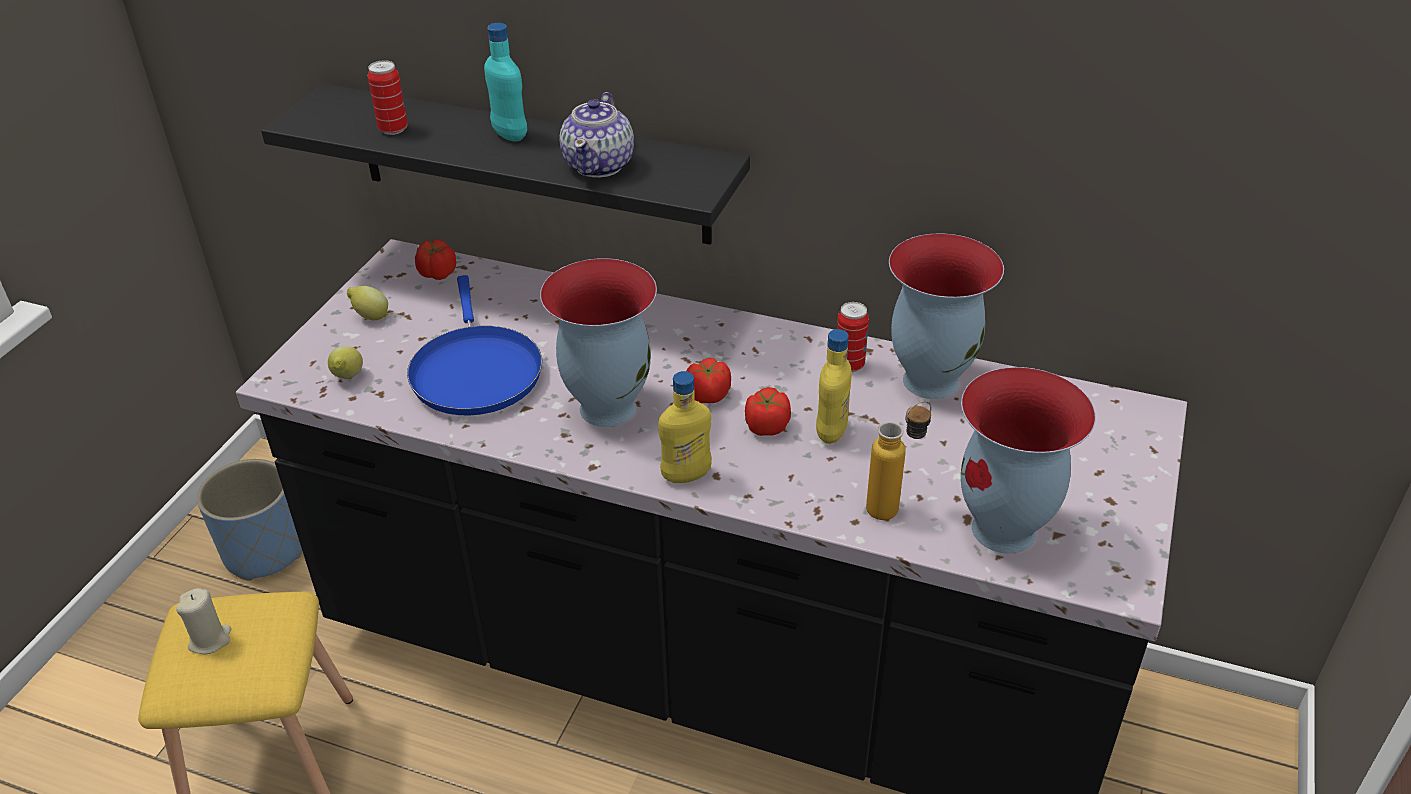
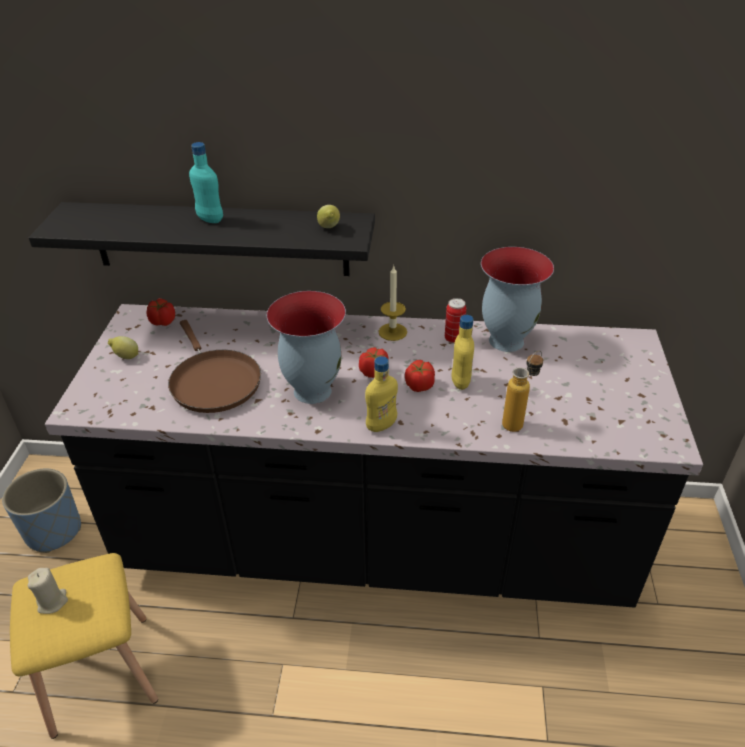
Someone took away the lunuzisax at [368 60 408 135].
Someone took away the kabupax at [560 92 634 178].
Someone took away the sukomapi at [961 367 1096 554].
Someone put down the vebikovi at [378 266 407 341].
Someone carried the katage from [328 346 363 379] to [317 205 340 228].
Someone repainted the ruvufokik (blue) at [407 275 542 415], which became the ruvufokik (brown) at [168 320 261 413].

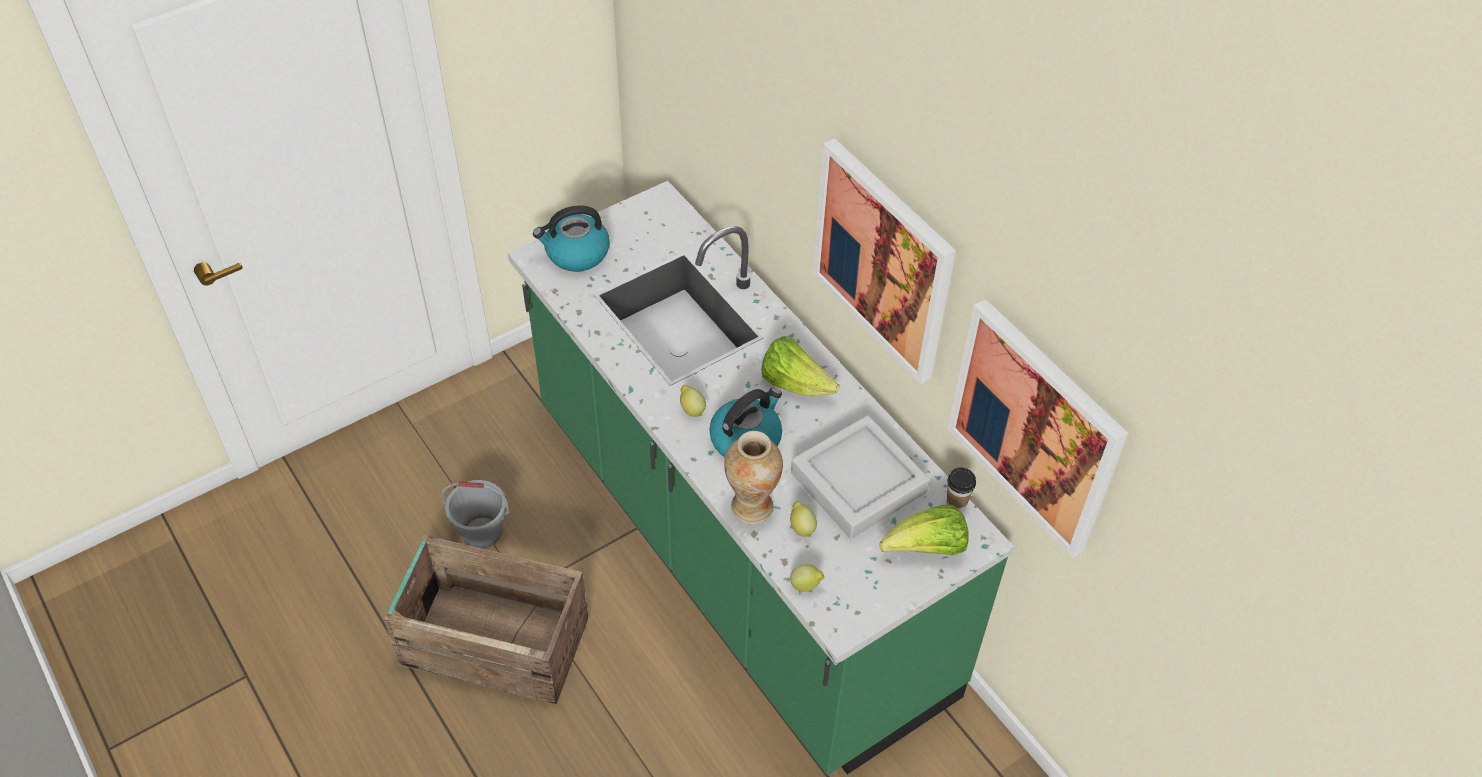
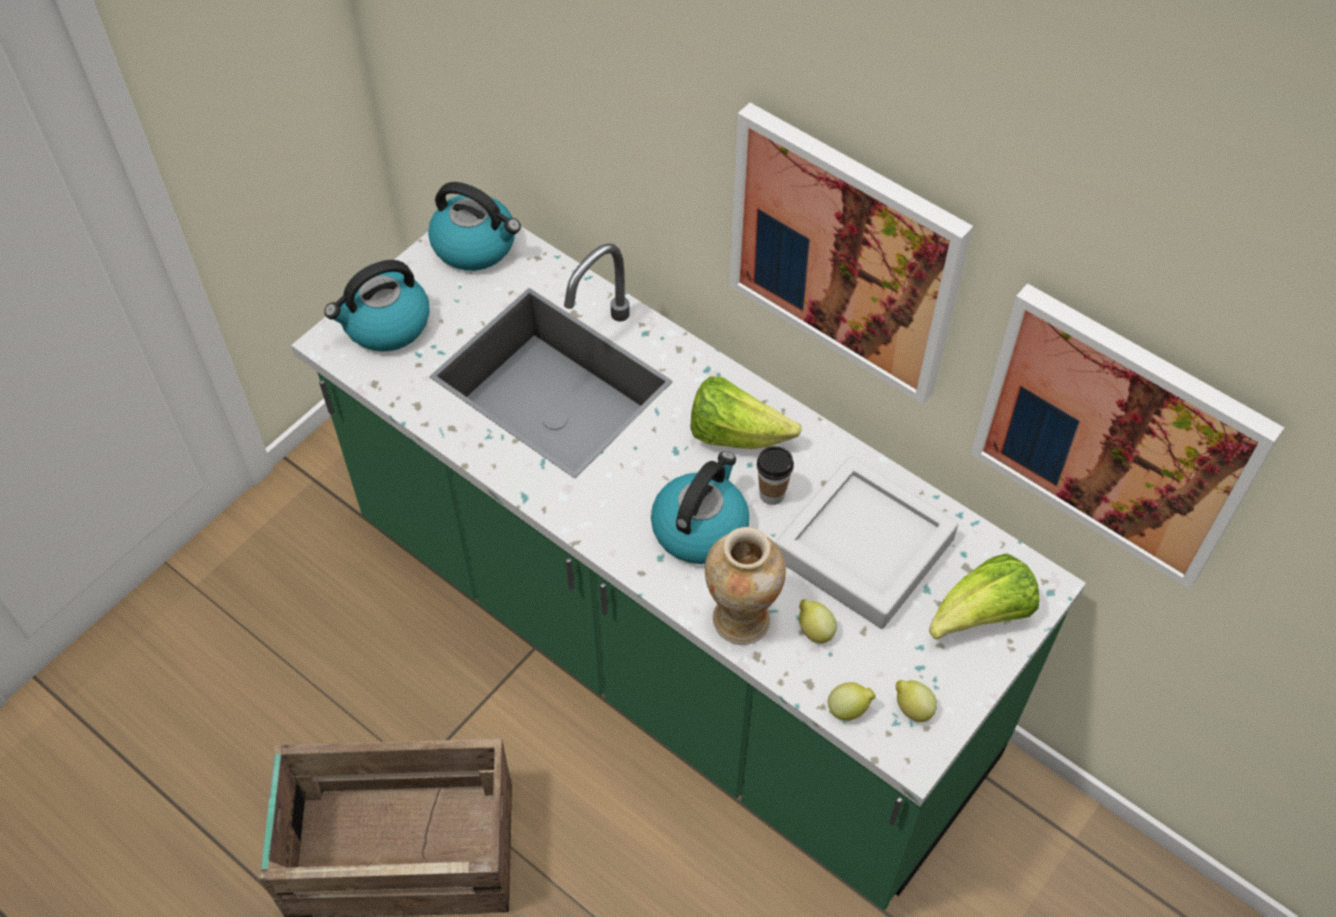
Someone took away the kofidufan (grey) at [441 480 509 549].
Someone put down the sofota at [428 182 521 271].
Someone carried the katage from [680 385 706 417] to [896 680 937 722].
Someone carried the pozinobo from [946 467 976 513] to [757 446 794 505].

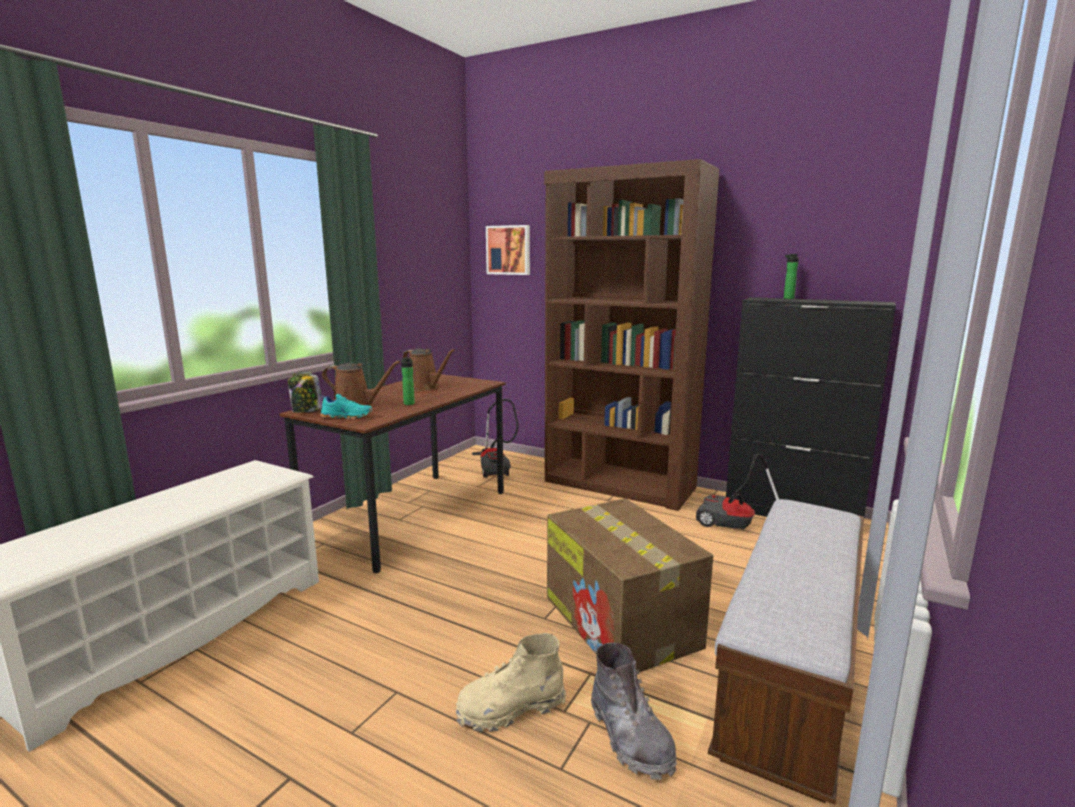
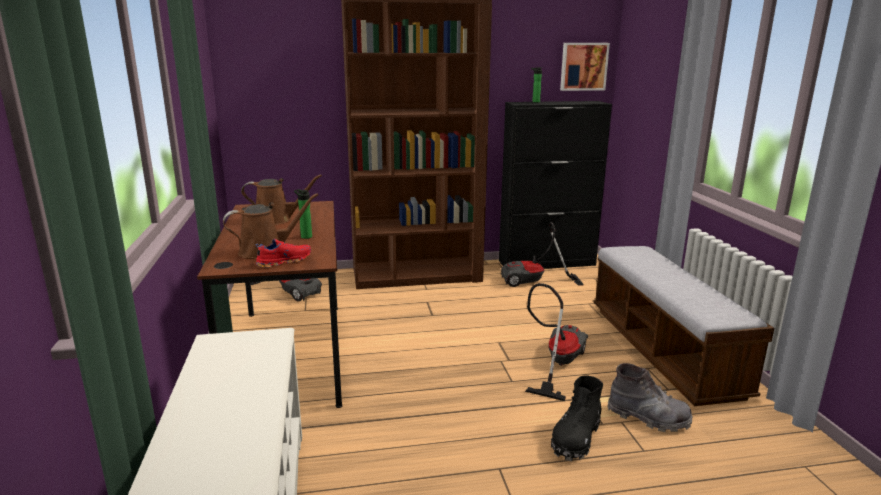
Someone took away the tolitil at [288 372 322 413].
Someone carried the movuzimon from [486 225 530 275] to [560 43 610 91].
Someone swapped the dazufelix at [547 498 713 672] for the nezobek at [525 283 588 401].
Someone repainted the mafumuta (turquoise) at [320 394 372 419], which became the mafumuta (red) at [255 239 311 268].
Someone repainted the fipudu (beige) at [456 633 566 732], which became the fipudu (black) at [551 375 603 461].

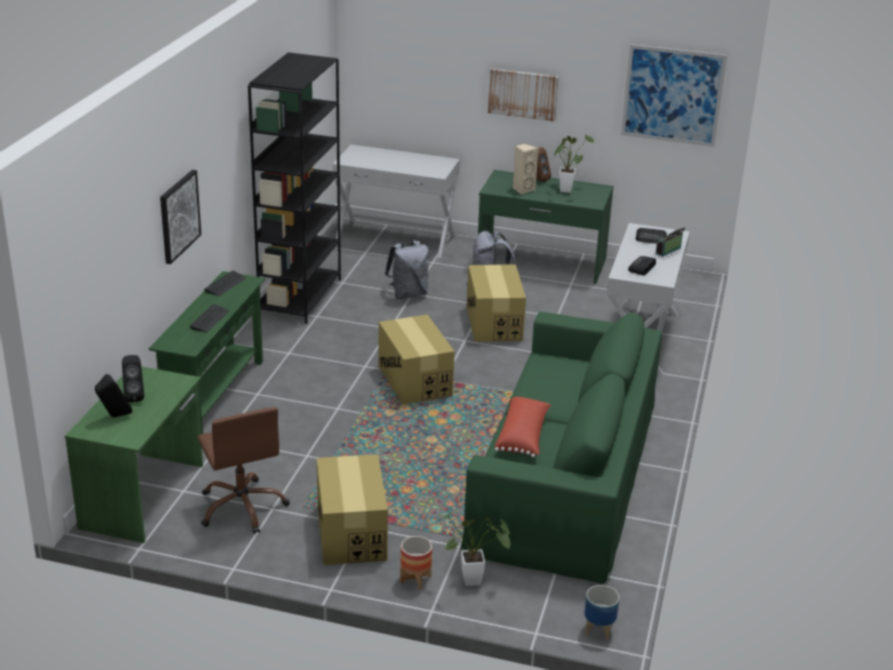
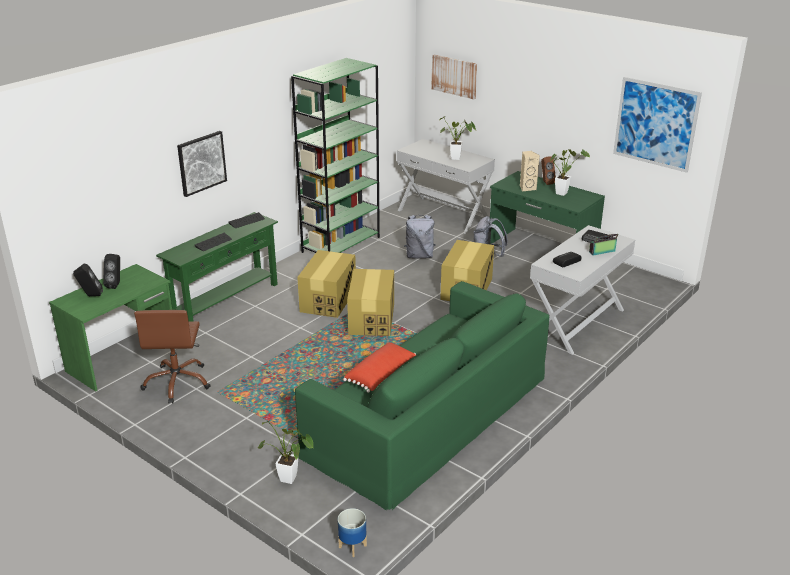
Someone took away the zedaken at [400 536 432 590].
Someone put down the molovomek at [439 117 476 160].
Someone carried the dazufelix from [317 454 388 565] to [297 250 356 318].
Someone carried the movuzimon from [488 68 559 122] to [431 55 477 99].
Someone repainted the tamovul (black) at [248 52 341 324], which became the tamovul (green) at [291 58 380 253].

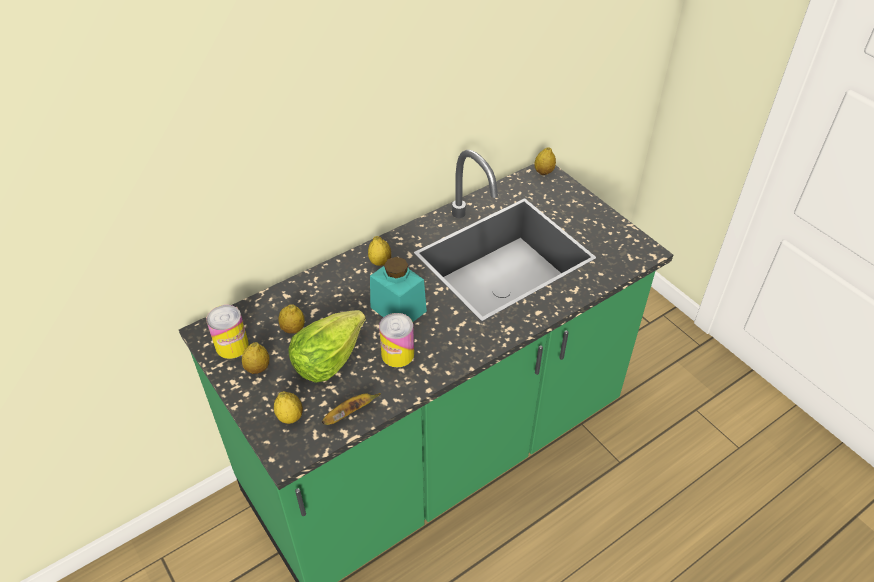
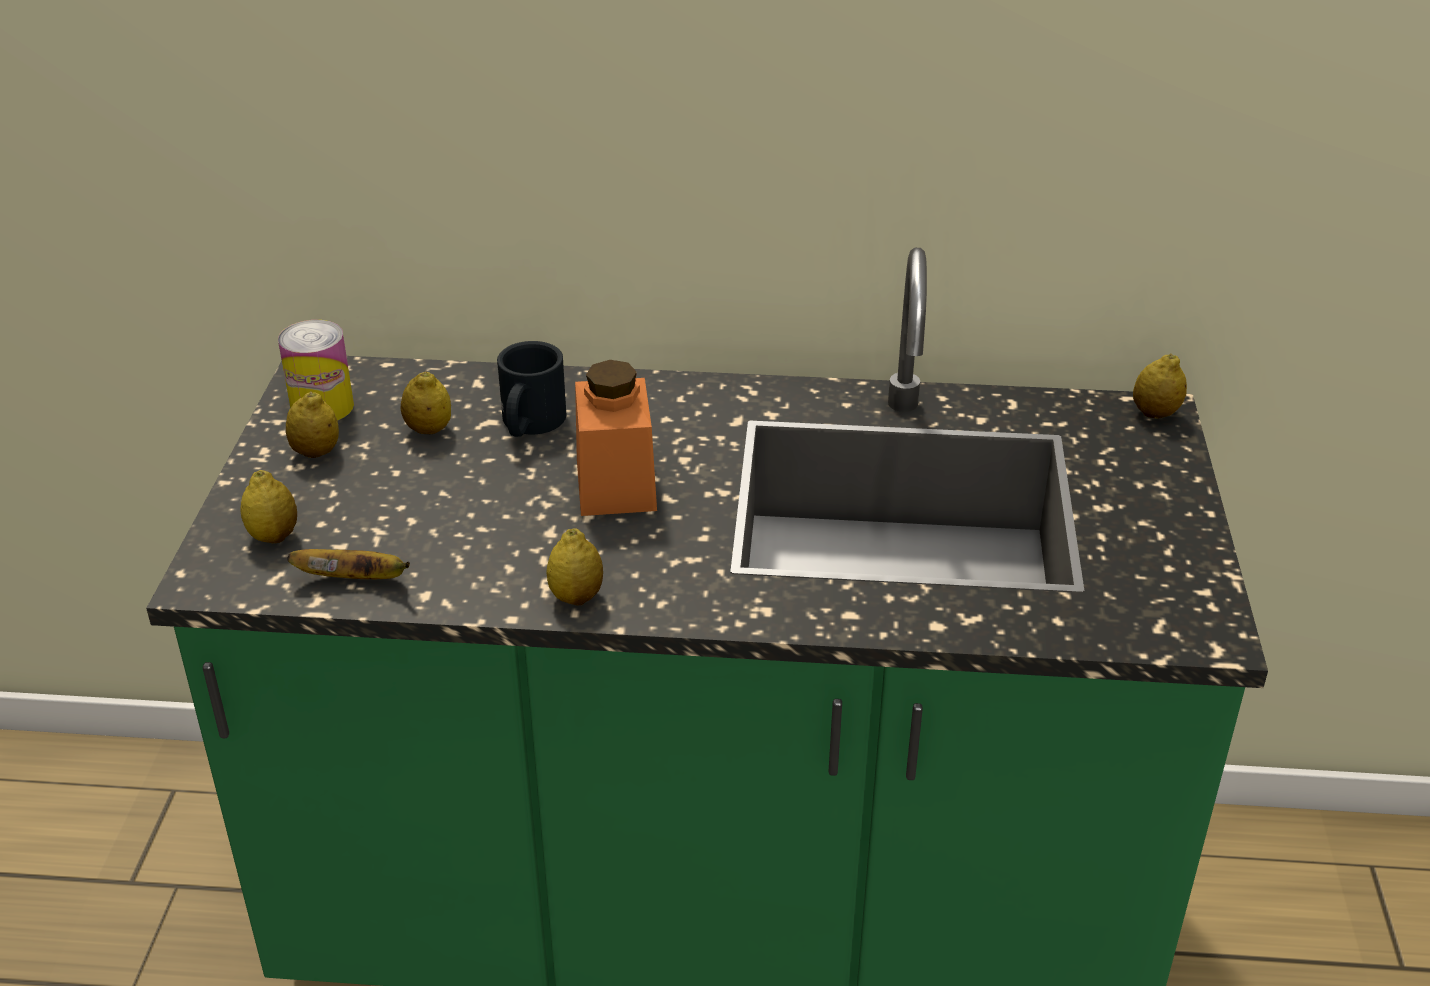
Someone took away the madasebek at [289 310 366 383].
Someone took away the lunuzisax at [379 313 414 367].
Someone put down the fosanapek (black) at [497 341 566 437].
Someone carried the katage from [368 236 391 266] to [547 528 603 606].
Someone repainted the tolitil (turquoise) at [370 257 427 322], which became the tolitil (orange) at [575 360 657 516].

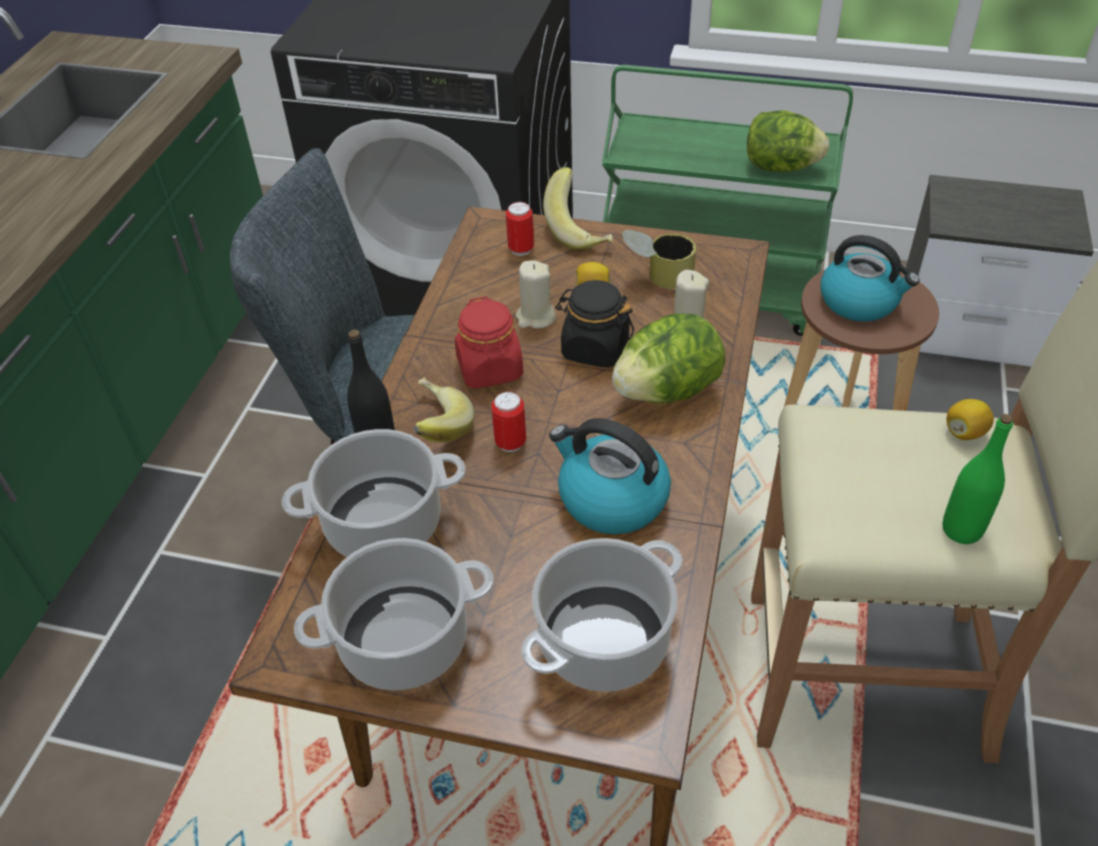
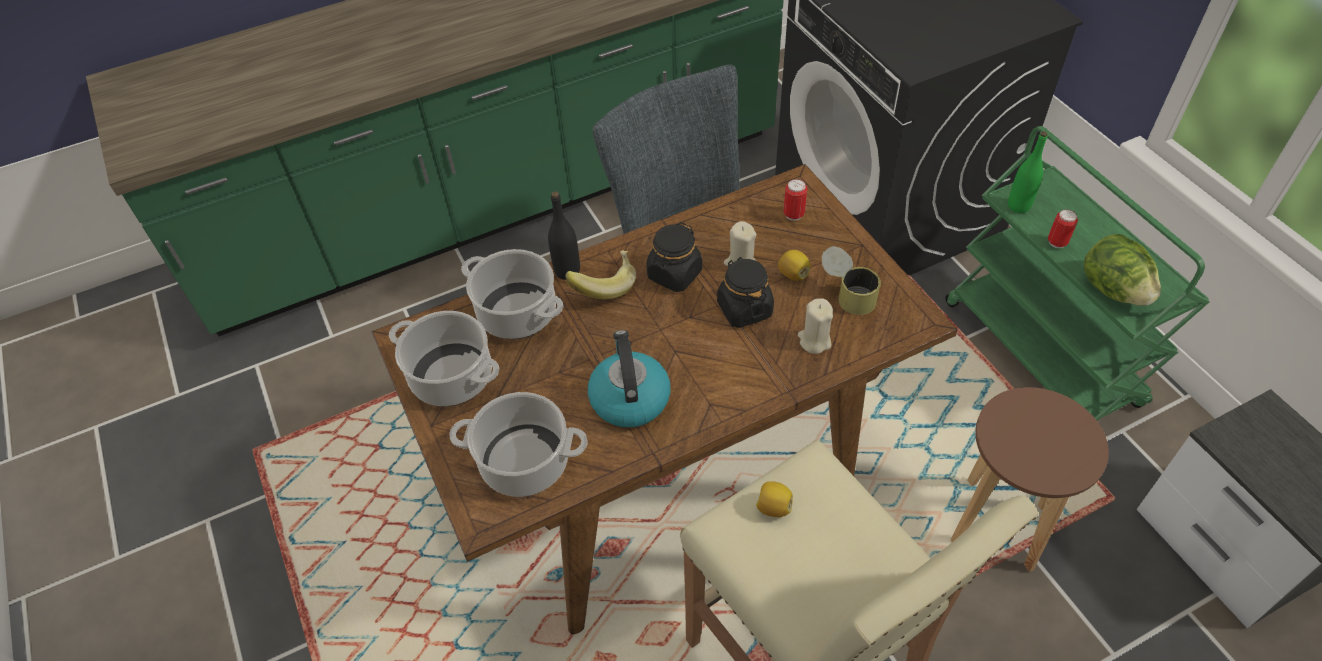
Someone took away the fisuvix at [543 167 613 251].
Someone took away the madasebek at [612 313 725 404].
Someone took away the sofota at [820 235 920 322].
Someone carried the lunuzisax from [491 391 526 452] to [1048 209 1078 248].
Someone carried the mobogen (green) from [943 414 1013 544] to [1008 131 1048 213].
Someone carried the katage from [946 399 994 440] to [756 481 793 517].
Someone repainted the tolitil (red) at [455 297 523 389], which became the tolitil (black) at [646 222 702 292].

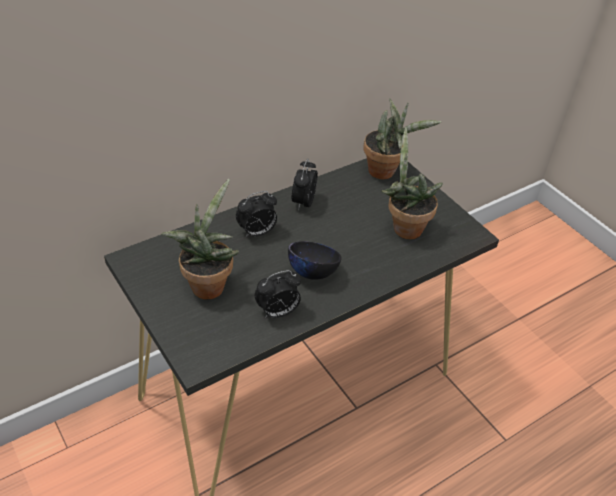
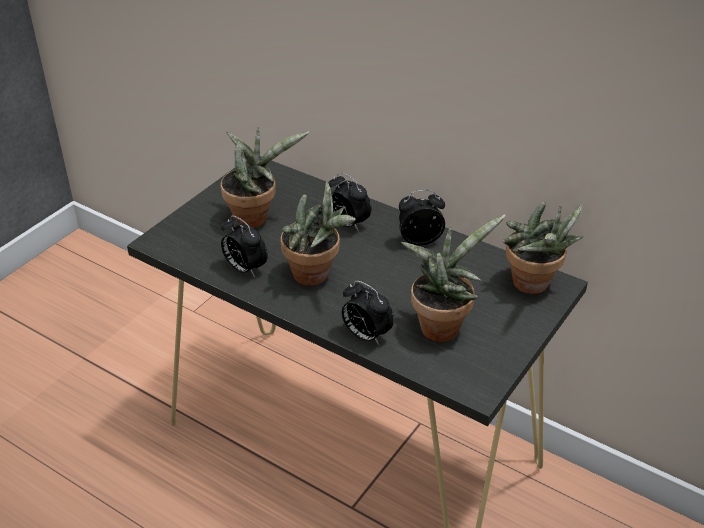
Someone put down the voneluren at [342 280 394 345].
Someone swapped the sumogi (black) at [288 241 342 280] for the molovomek at [280 180 356 286].

